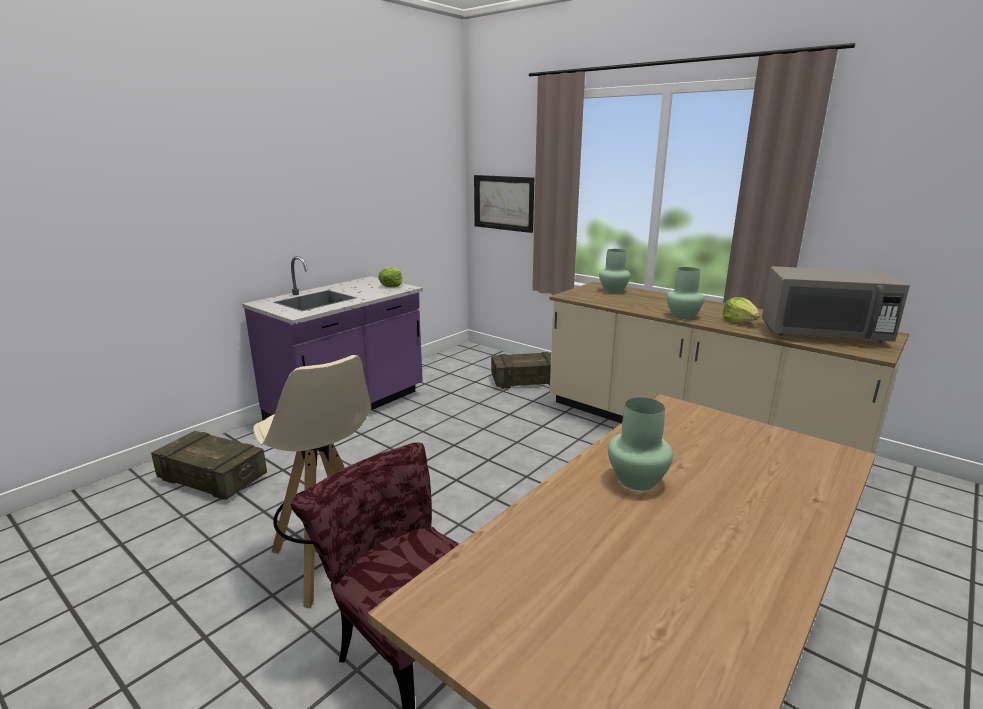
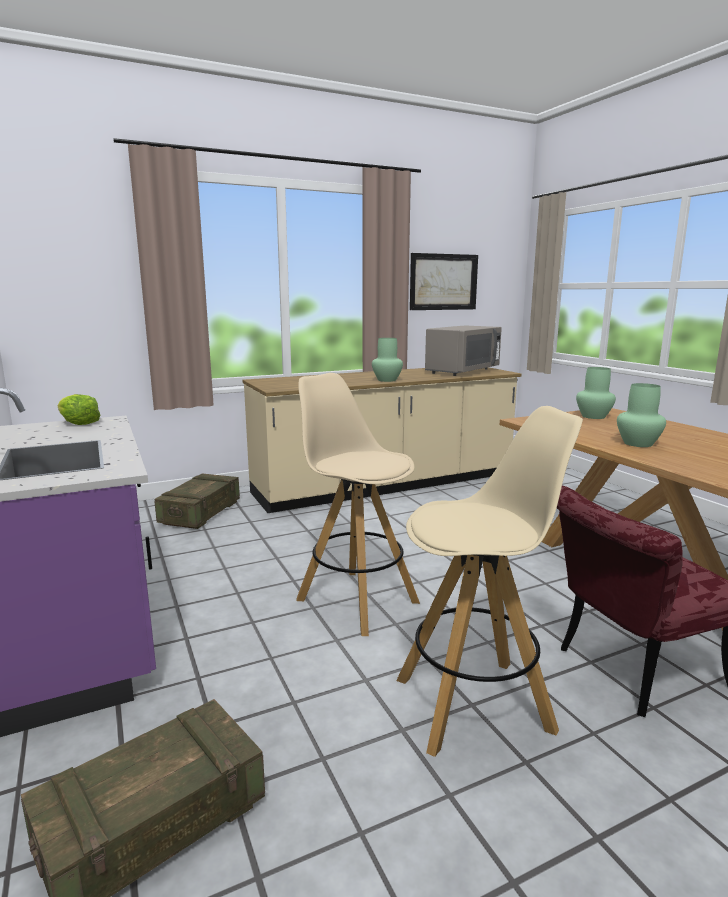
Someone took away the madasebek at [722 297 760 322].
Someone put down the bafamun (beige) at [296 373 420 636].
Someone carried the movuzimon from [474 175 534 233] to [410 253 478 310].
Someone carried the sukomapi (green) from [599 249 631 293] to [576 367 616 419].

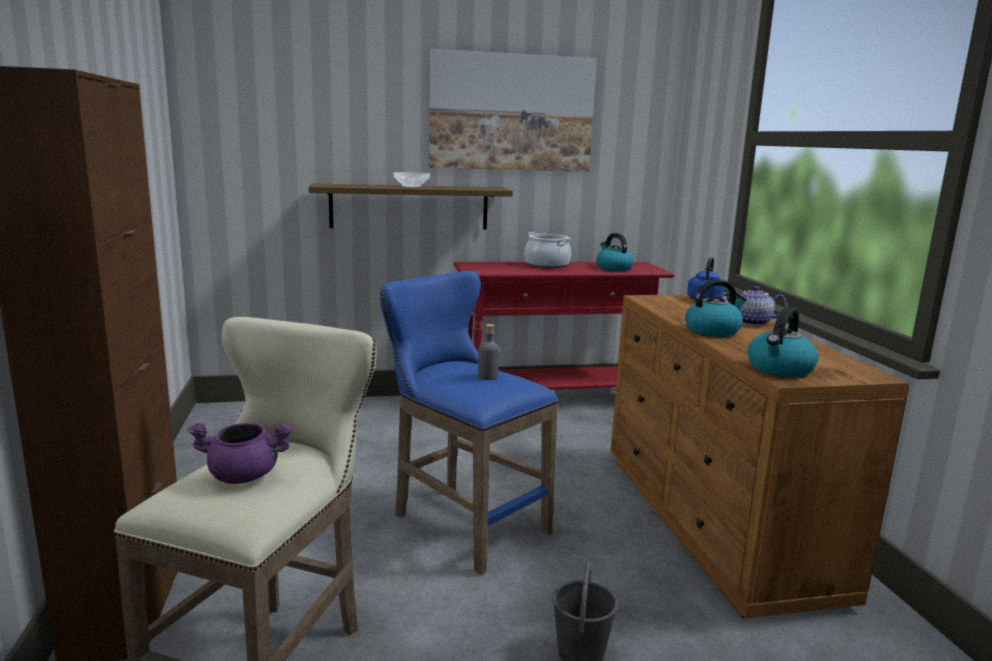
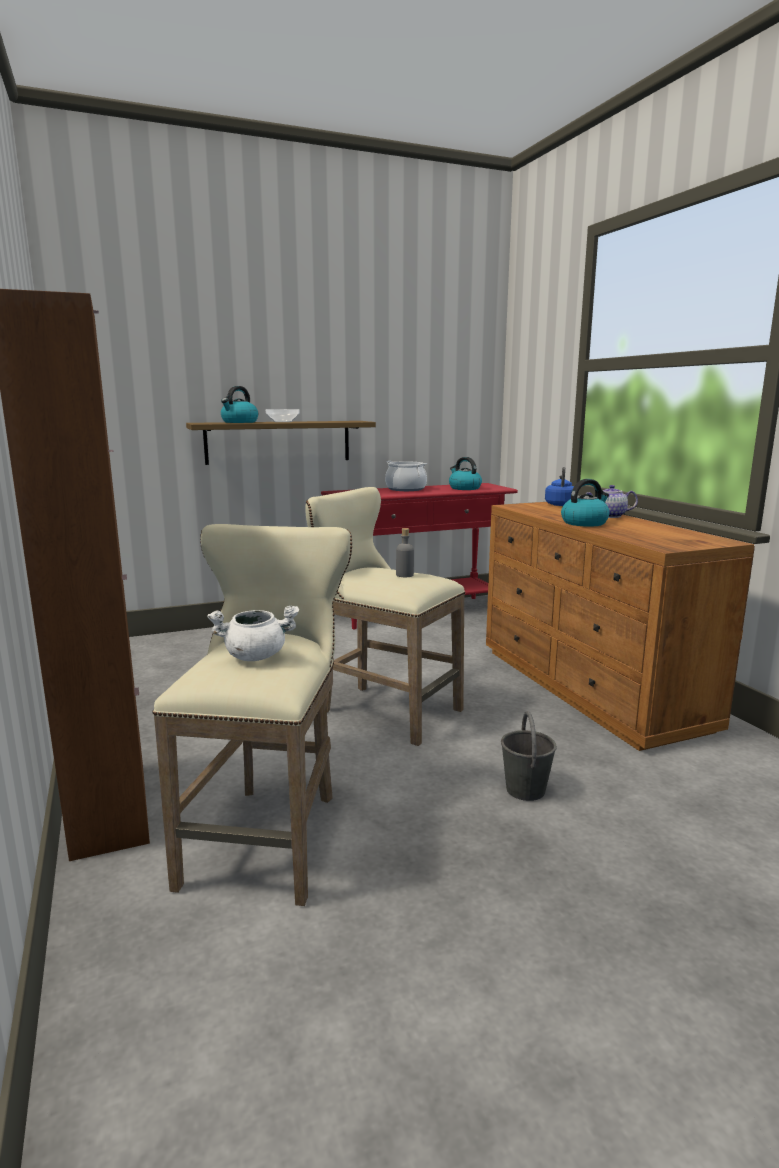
Someone took away the movuzimon at [429 49 597 172].
Someone carried the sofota from [748 307 819 377] to [221 386 258 423].
Someone repainted the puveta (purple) at [187 423 293 484], which became the puveta (white) at [208 606 299 661].
Someone repainted the bafamun (blue) at [380 271 559 575], which became the bafamun (beige) at [305 487 465 746].

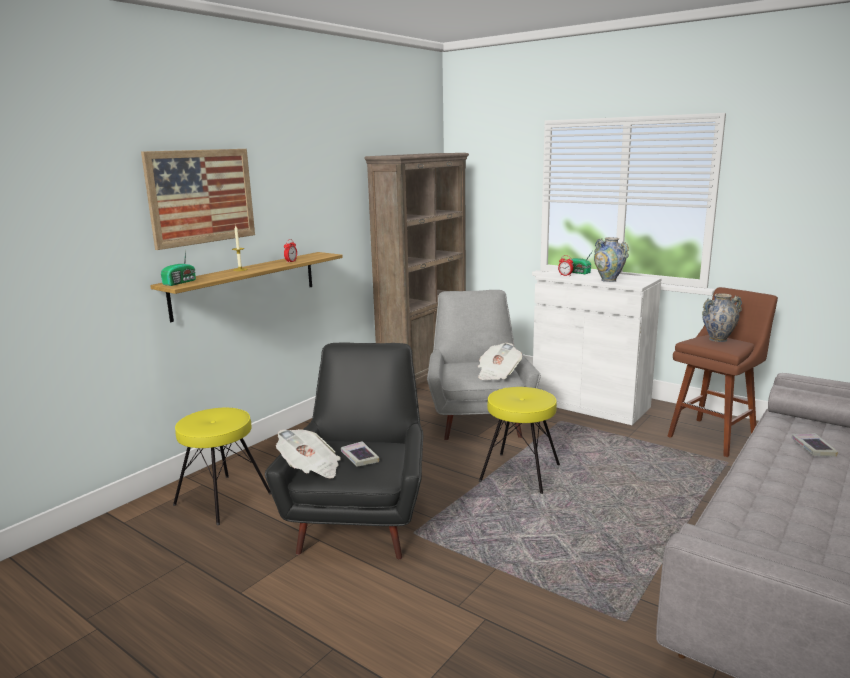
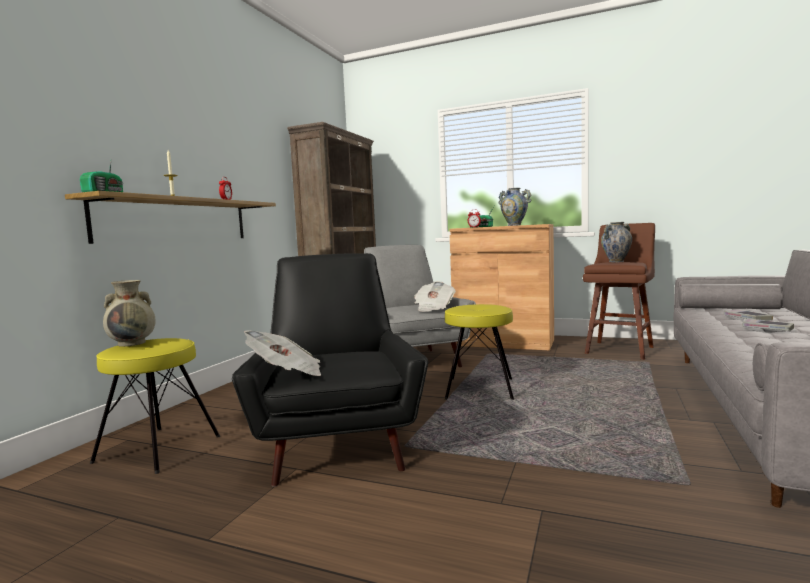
Someone took away the movuzimon at [141 149 255 250].
Someone put down the sukomapi (beige) at [103 280 156 347].
Someone carried the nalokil from [341 441 379 466] to [742 318 794 331].
Someone repainted the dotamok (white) at [533 268 662 425], which became the dotamok (brown) at [449 224 554 351].

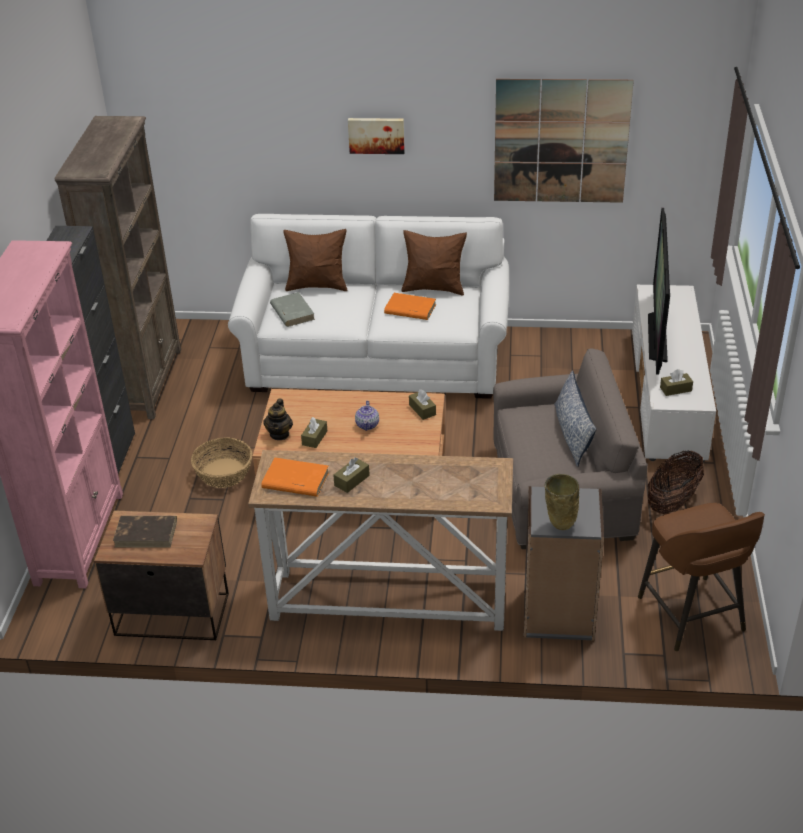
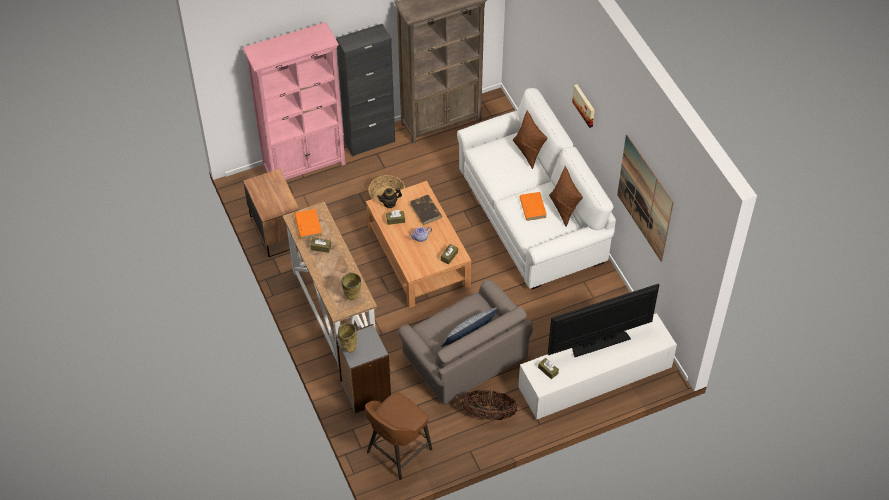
Someone took away the nalokil (grey) at [270 292 315 327].
Someone put down the sukomapi (beige) at [341 273 361 300].
Someone carried the nalokil (brown) from [113 516 177 548] to [410 195 442 225].

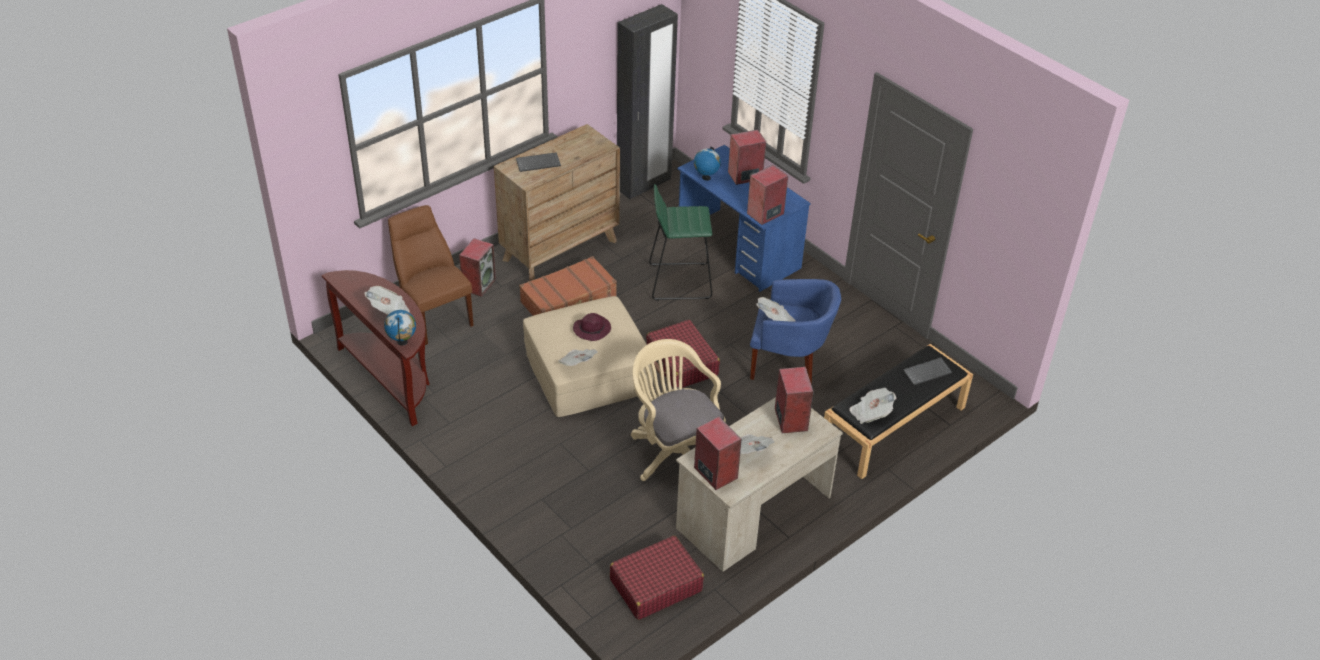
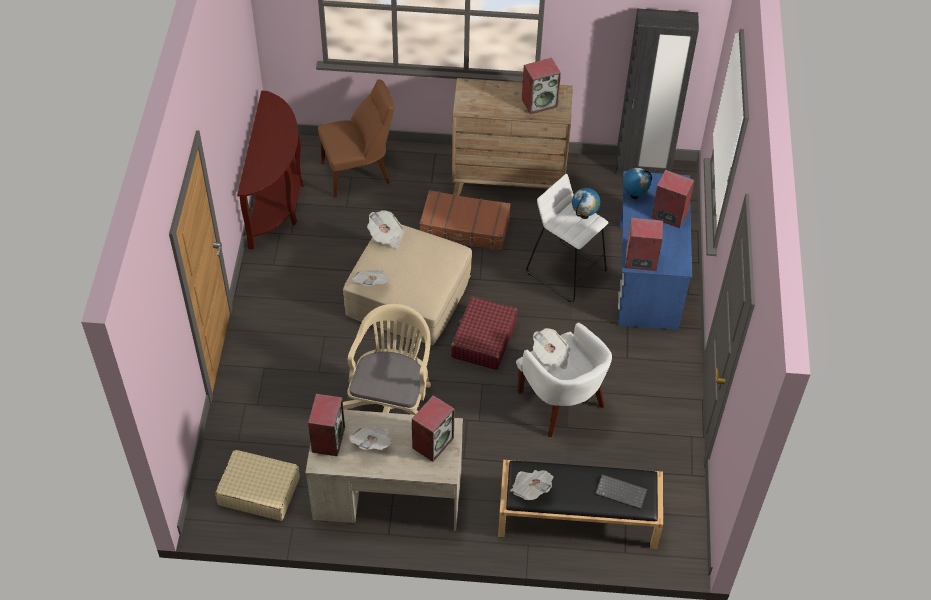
Someone took away the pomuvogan at [516 152 561 172].
Someone took away the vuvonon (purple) at [573 313 611 341].
Someone carried the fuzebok from [364 286 410 315] to [367 210 405 249].
Someone carried the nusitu from [384 310 416 346] to [572 188 600 219].
Someone carried the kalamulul from [459 238 496 297] to [522 58 561 115].
Someone repainted the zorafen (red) at [610 535 704 620], which became the zorafen (beige) at [215 450 300 521].
Someone repainted the bafamun (green) at [649 184 712 301], which became the bafamun (white) at [526 174 609 302].
Someone repainted the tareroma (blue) at [750 279 841 385], which became the tareroma (white) at [516 323 612 437].
Someone rotated the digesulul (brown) at [388 205 474 345] by 60 degrees clockwise.

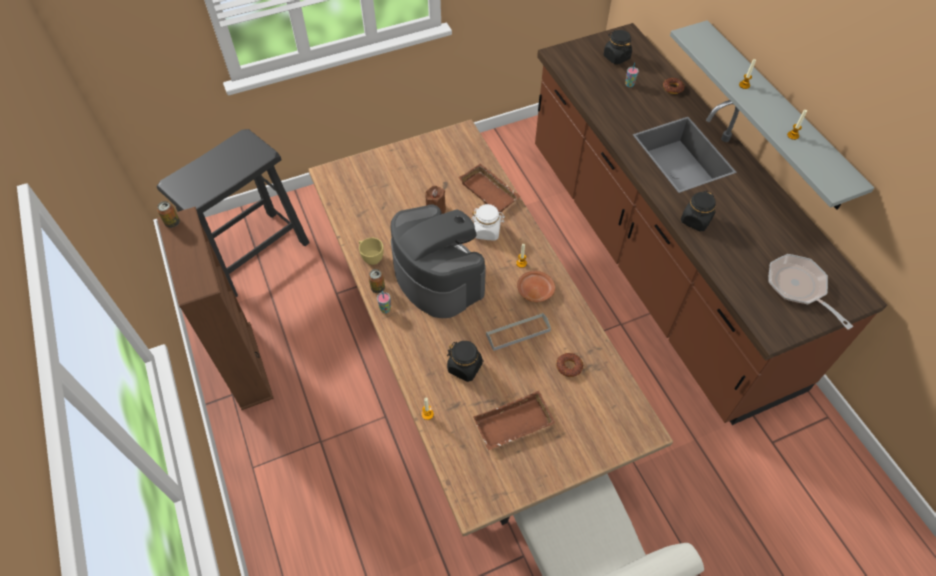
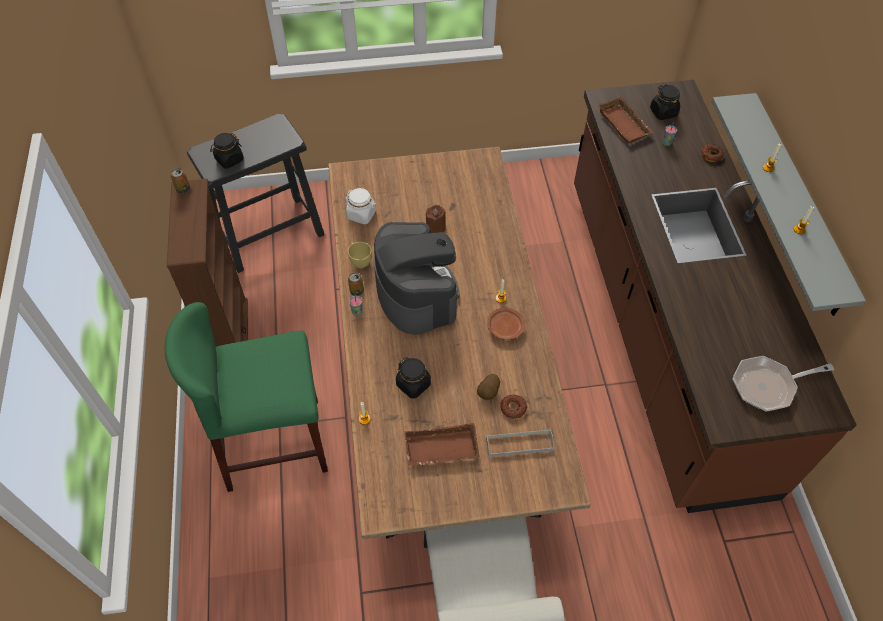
Someone put down the bafamun (green) at [165 302 328 492].
Someone put down the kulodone at [477 374 500 400].
Someone carried the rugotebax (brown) from [459 163 521 214] to [598 97 653 145].
Someone carried the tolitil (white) from [471 204 505 241] to [345 188 376 224].
Someone carried the rugotebax (grey) from [486 313 551 351] to [486 429 554 457].
Someone carried the tolitil (black) from [681 191 716 232] to [210 133 244 169].
Someone rotated the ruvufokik at [768 254 853 330] by 90 degrees counterclockwise.

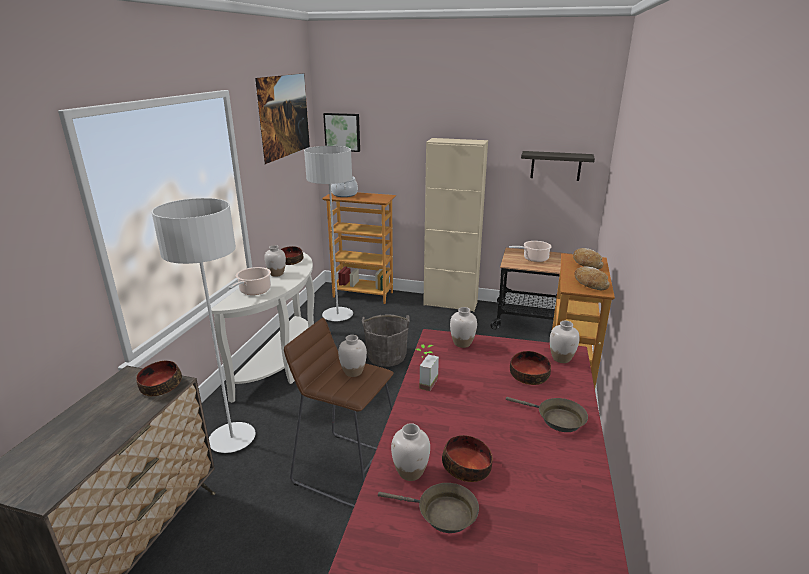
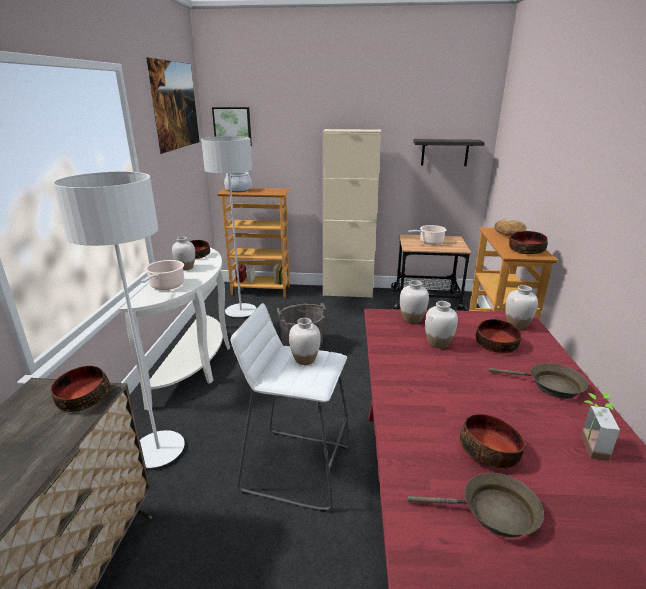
Someone carried the sukomapi (white) from [391 423 430 481] to [425 301 458 349].
Someone carried the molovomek from [416 344 439 391] to [581 393 620 461].
Someone swapped the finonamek at [574 267 610 290] for the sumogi at [509 231 547 255].
Someone repainted the bafamun (brown) at [284 318 394 507], which became the bafamun (white) at [231 303 351 512].

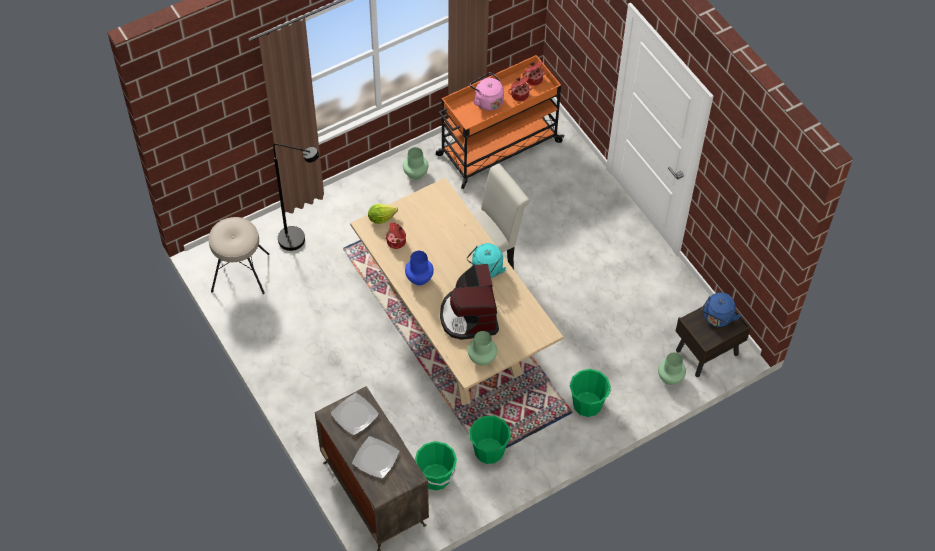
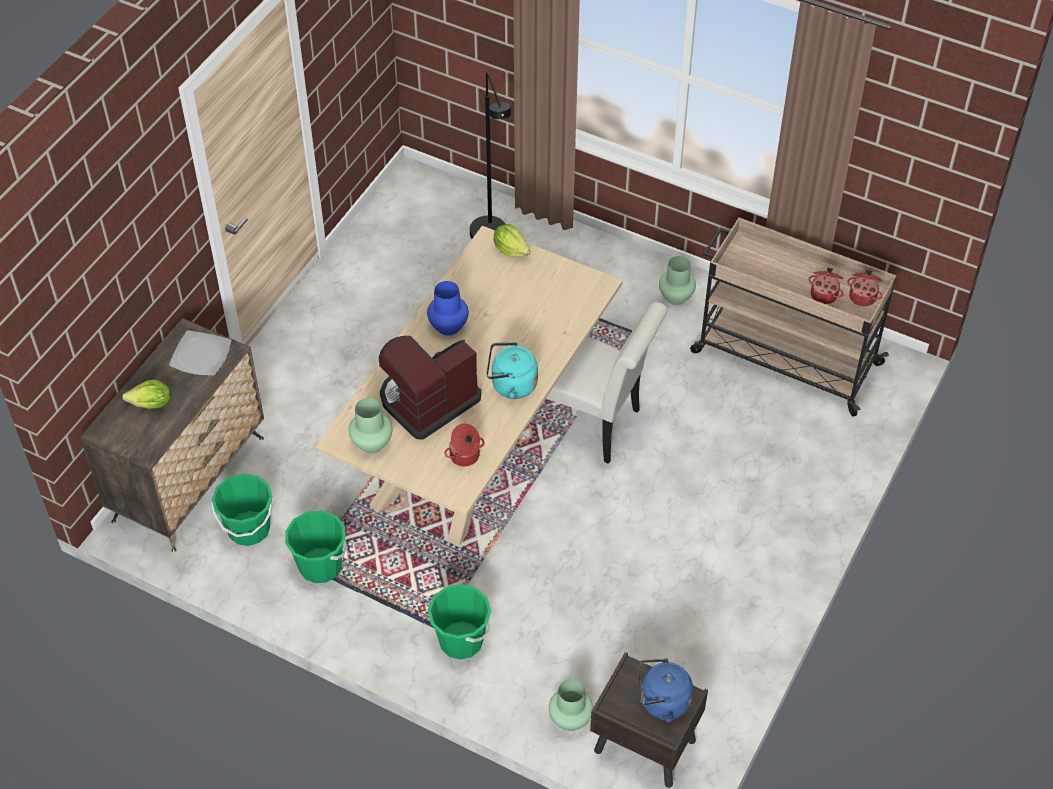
Someone took away the bafamun (beige) at [209 217 270 294].
Someone took away the sofota (pink) at [470 72 504 111].
Someone carried the puveta from [386 222 406 249] to [444 423 485 466].
Someone swapped the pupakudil at [352 436 400 479] for the madasebek at [122 380 171 409].
Someone repainted the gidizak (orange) at [436 55 564 189], which became the gidizak (beige) at [690 218 896 417].

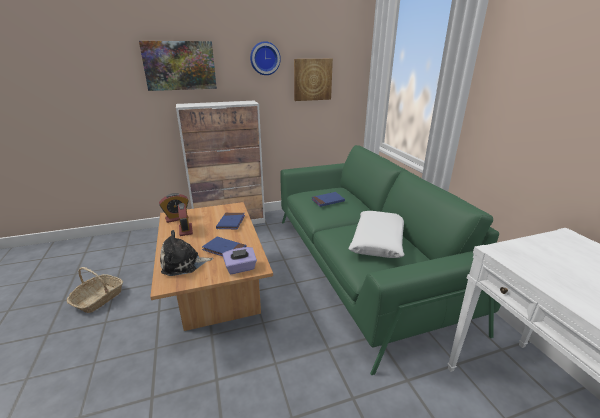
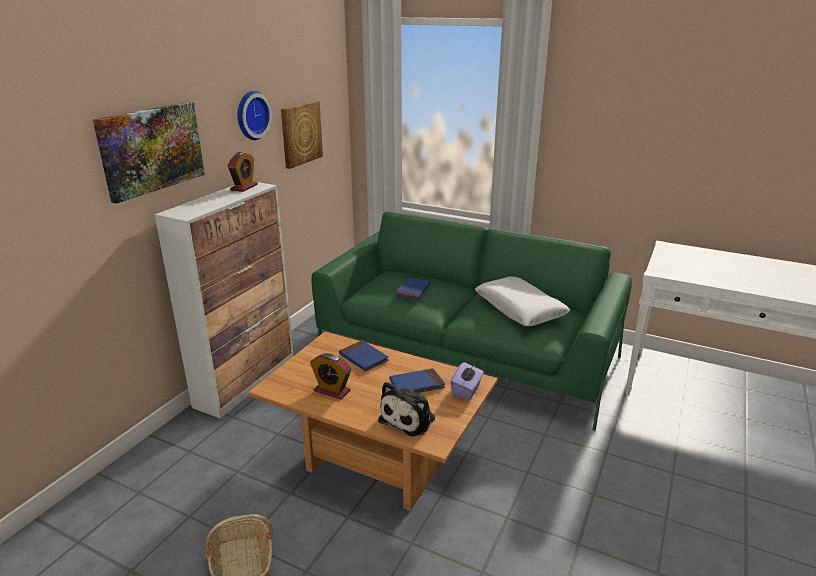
Someone carried the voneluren from [159 193 189 223] to [228 152 258 192].

